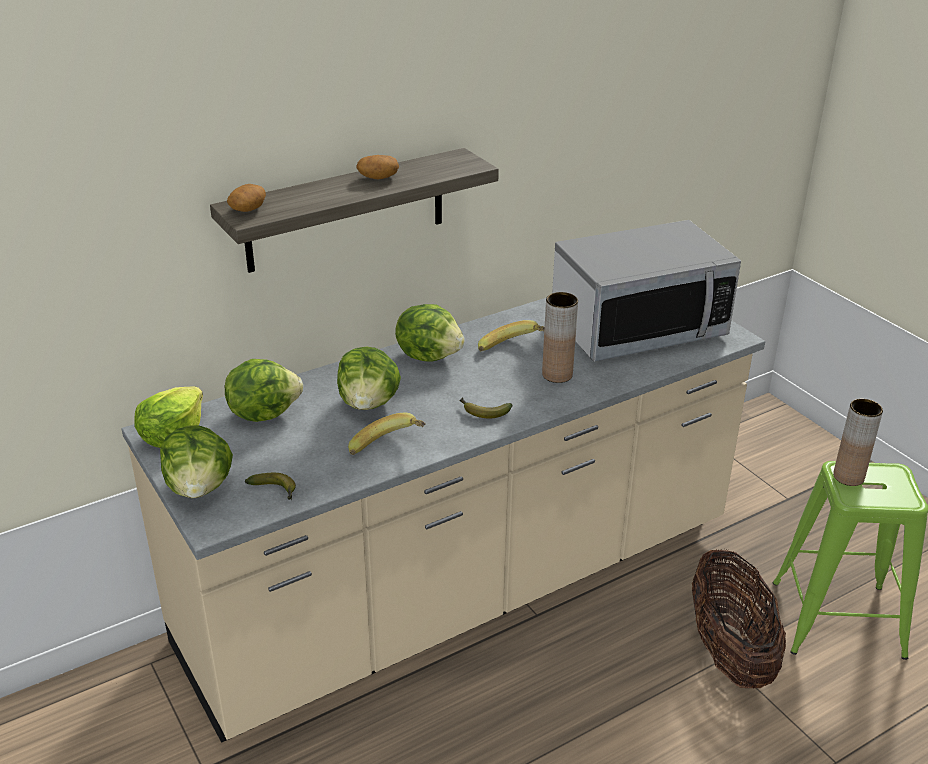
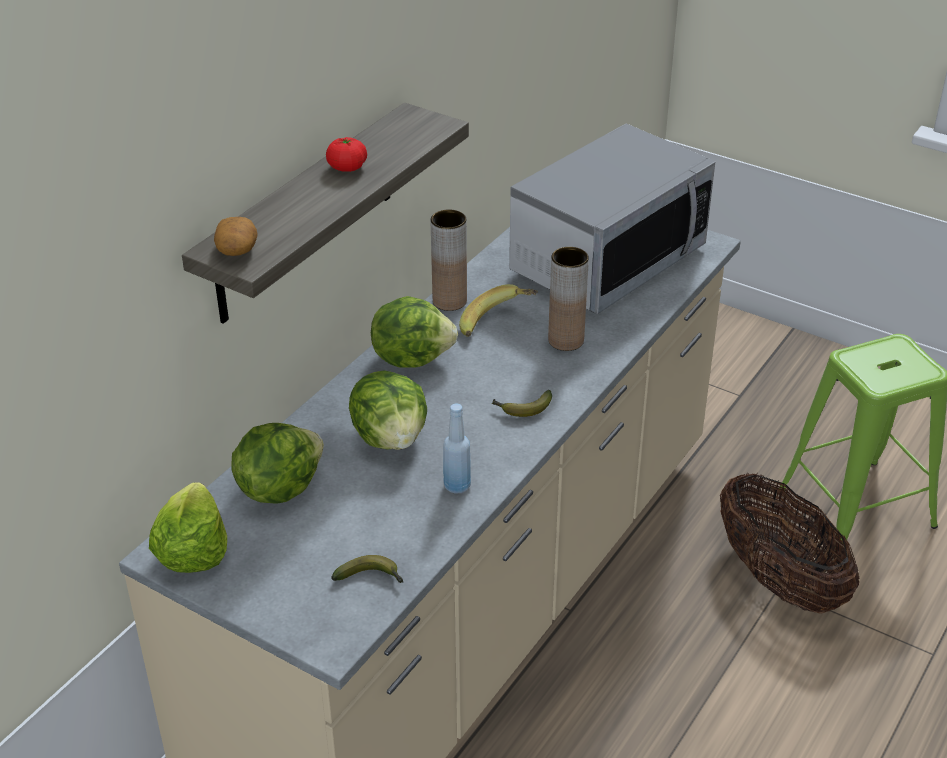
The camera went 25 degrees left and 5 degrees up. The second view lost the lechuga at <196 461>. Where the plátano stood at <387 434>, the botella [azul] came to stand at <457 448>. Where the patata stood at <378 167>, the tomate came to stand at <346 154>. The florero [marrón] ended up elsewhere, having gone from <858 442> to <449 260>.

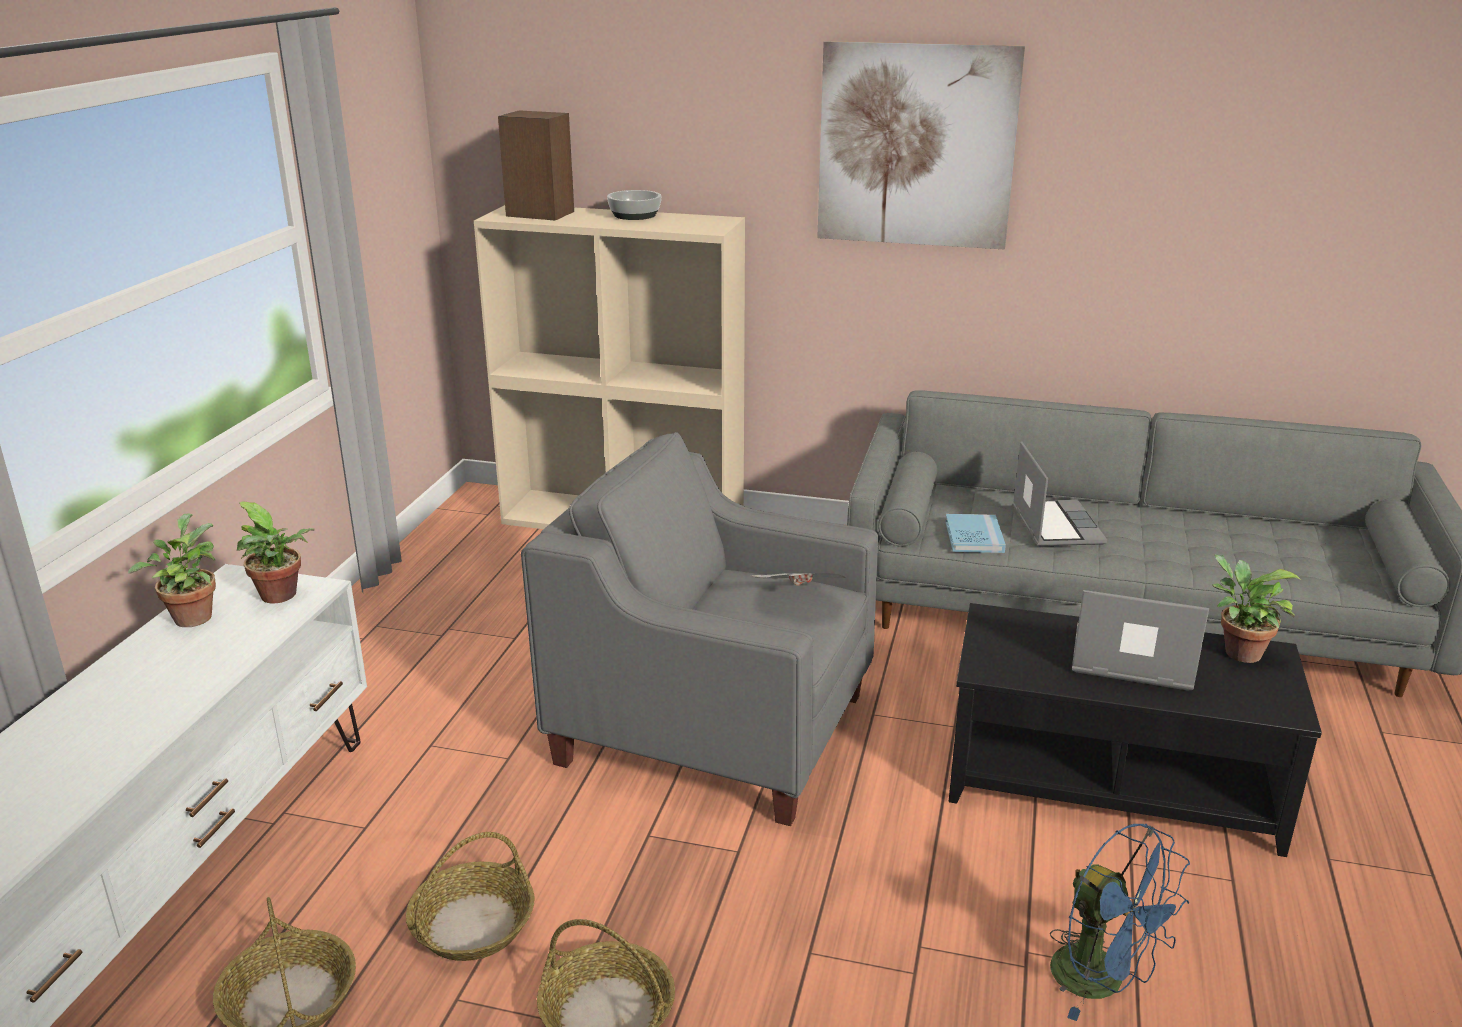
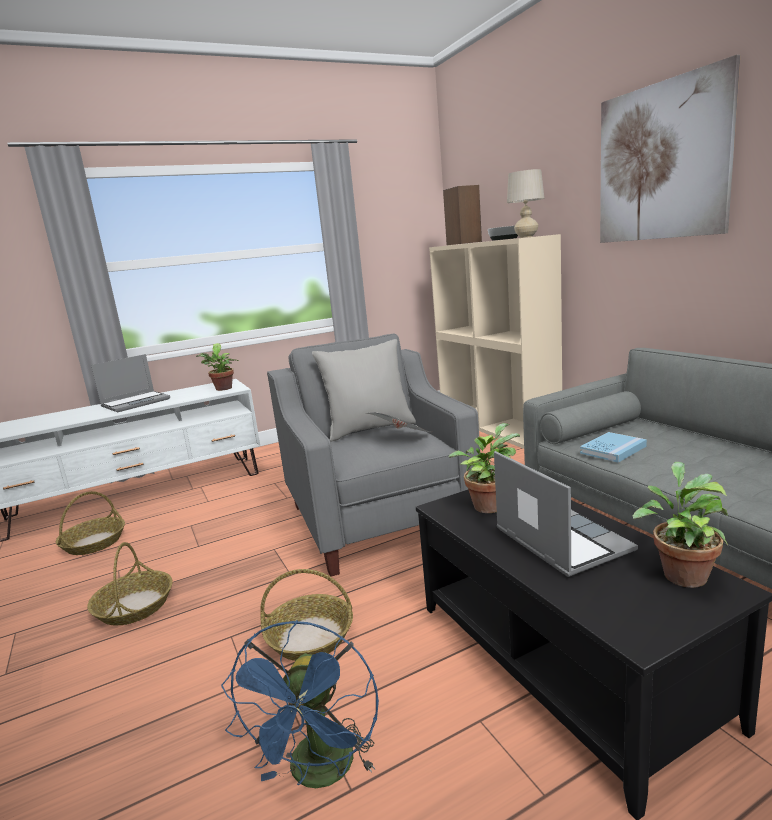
The camera went 50 degrees right and 10 degrees down. The planta en maceta ended up elsewhere, having gone from <172 570> to <484 468>. The cesta ended up elsewhere, having gone from <470 896> to <306 615>. The portátil ended up elsewhere, having gone from <1060 493> to <130 383>. The second view gained the cojín [gris] at <364 390>. The second view gained the lámpara de mesa [beis] at <525 203>.

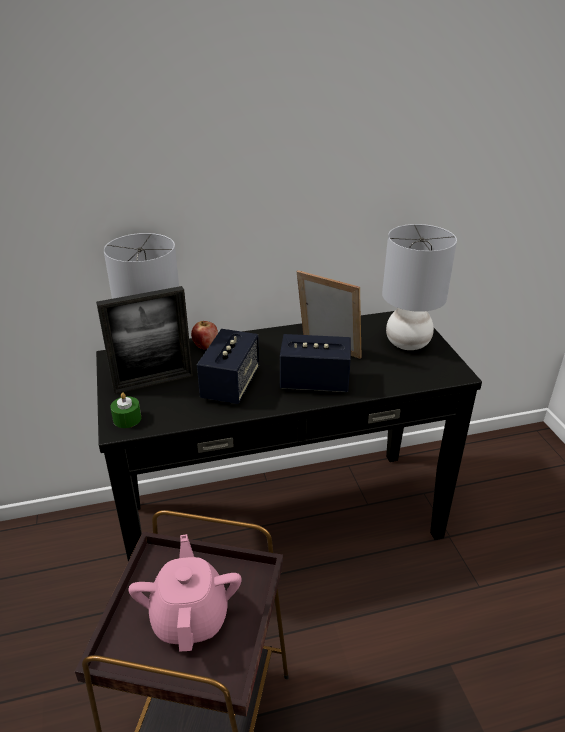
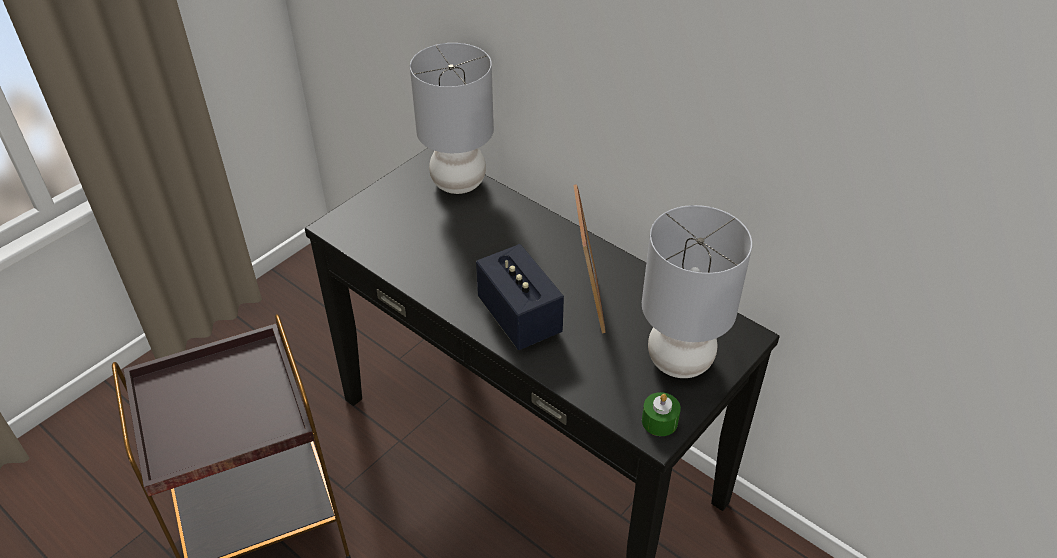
The camera went 55 degrees right and 10 degrees up. The second view lost the portarretratos at <144 340>. The vela [verde] ended up elsewhere, having gone from <125 410> to <661 414>. The second view lost the tetera [rosa] at <185 593>. The second view lost the manzana at <204 335>. The second view lost the altavoz at <228 366>.

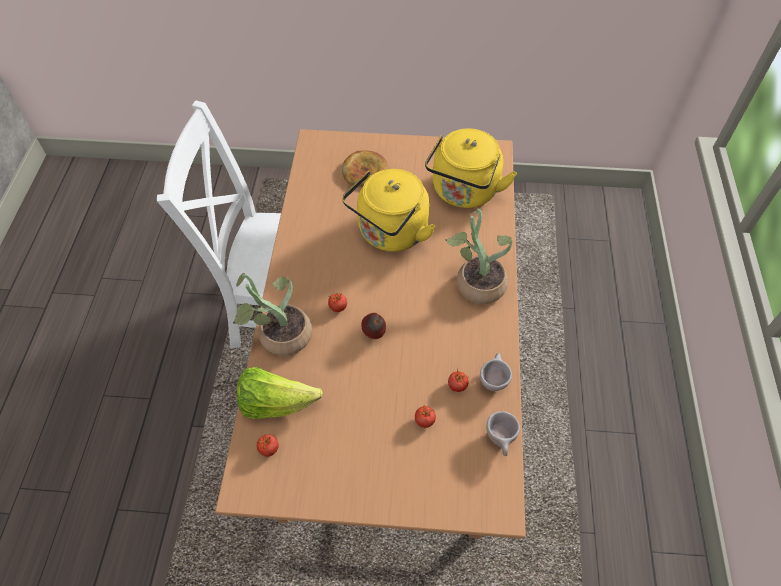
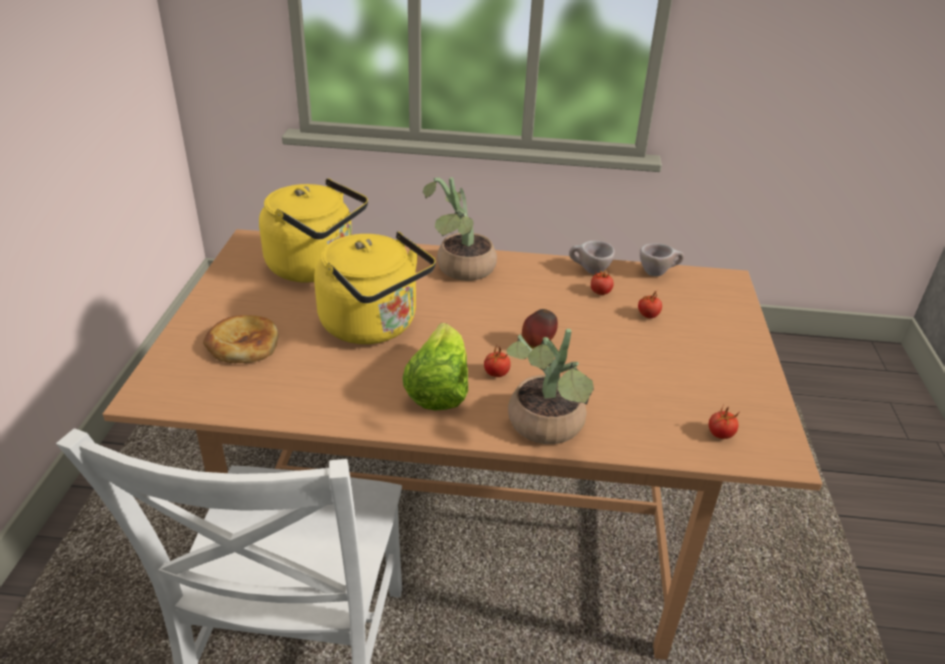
The camera went 90 degrees left and 20 degrees down. The lechuga ended up elsewhere, having gone from <280 393> to <435 367>.

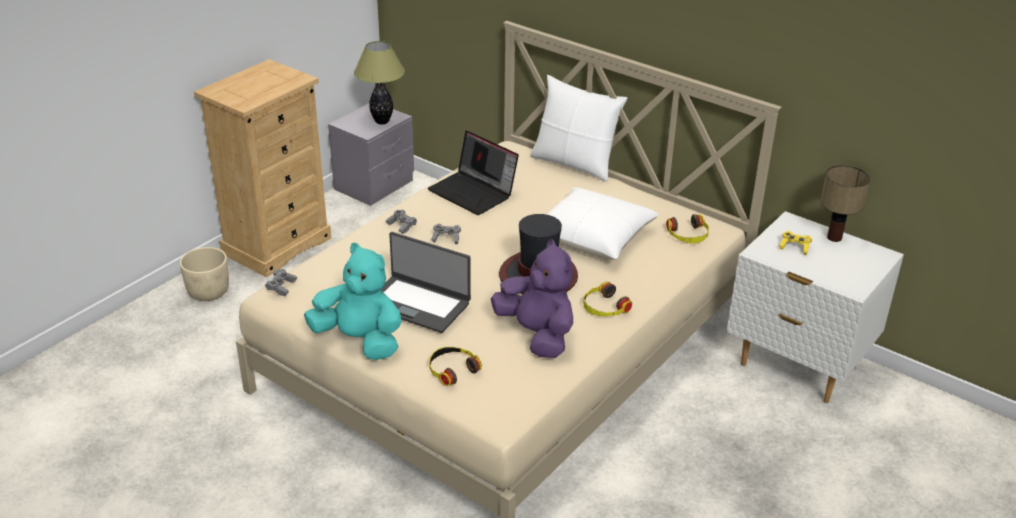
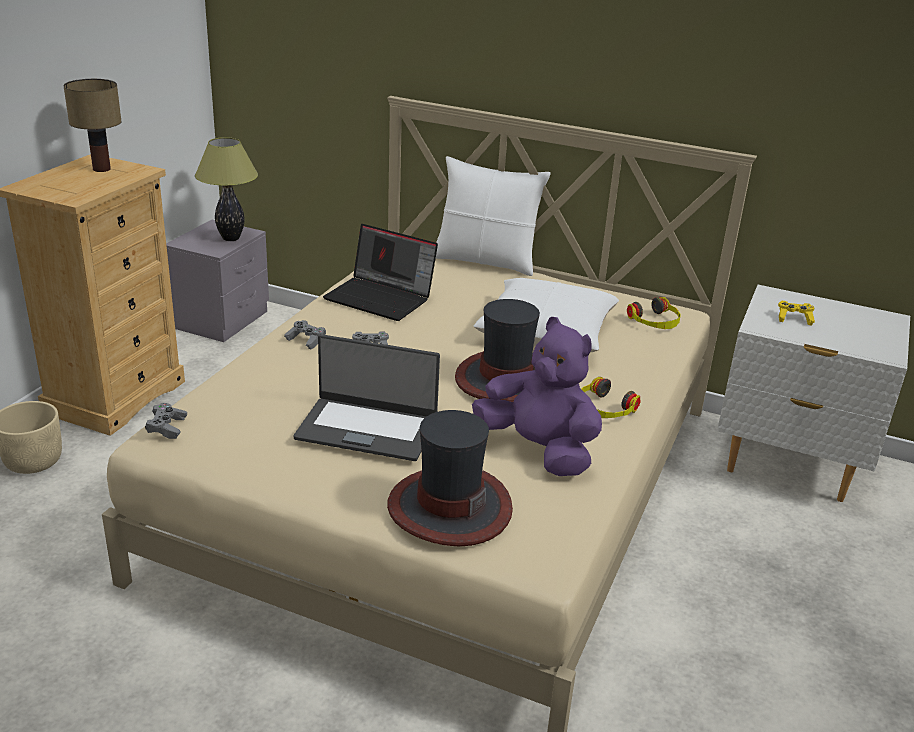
The camera went 15 degrees left and 5 degrees down. The second view lost the peluche [turquesa] at <352 301>. Where the auriculares stood at <455 366>, the sombrero came to stand at <450 478>. The lámpara de mesa ended up elsewhere, having gone from <845 203> to <92 125>.

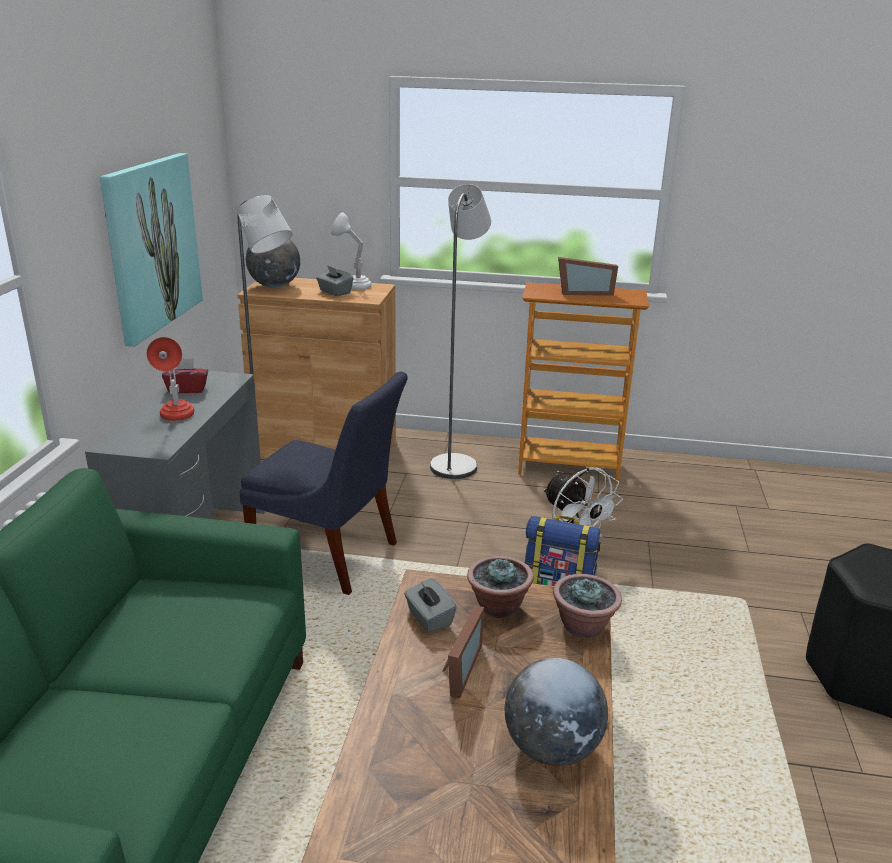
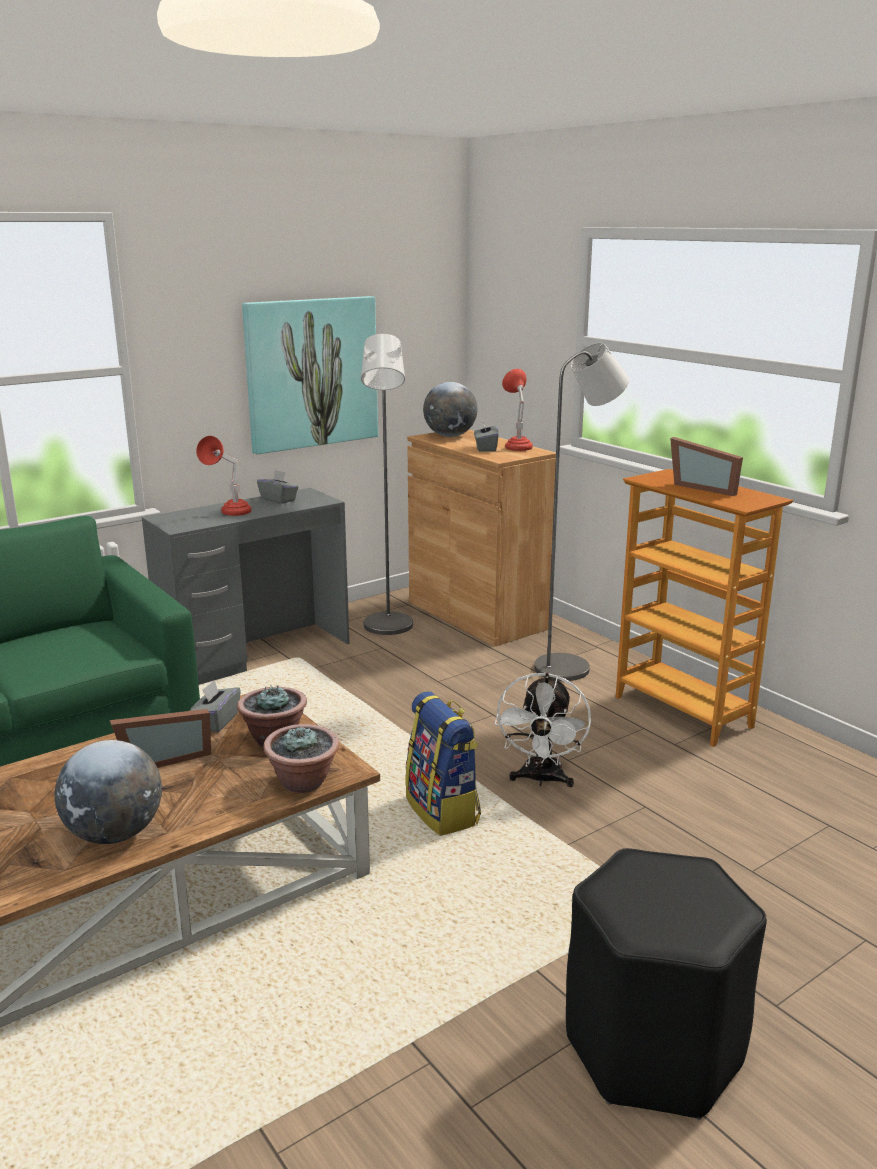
The camera went 45 degrees right and 5 degrees down. What was the caja de pañuelos [rojo] at <185 375> turned into the caja de pañuelos [gris] at <278 487>. The second view lost the silla [azul] at <324 483>. What was the lámpara de mesa [blanco] at <351 251> turned into the lámpara de mesa [rojo] at <517 410>.

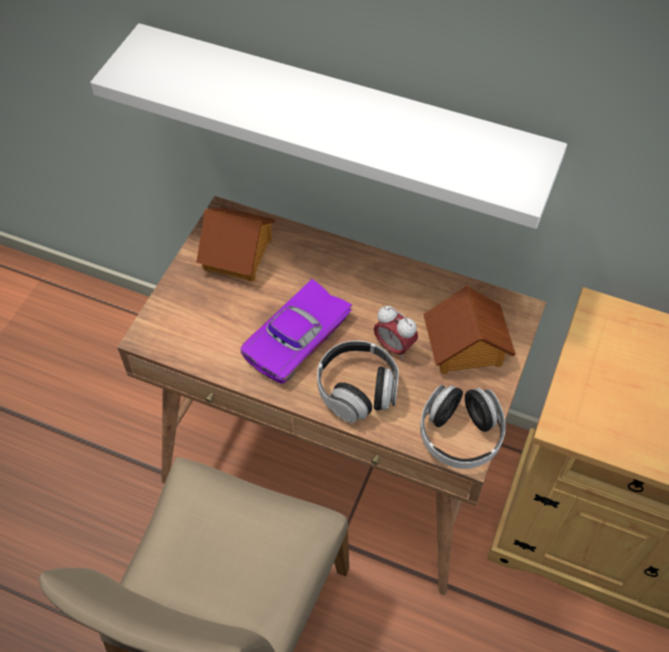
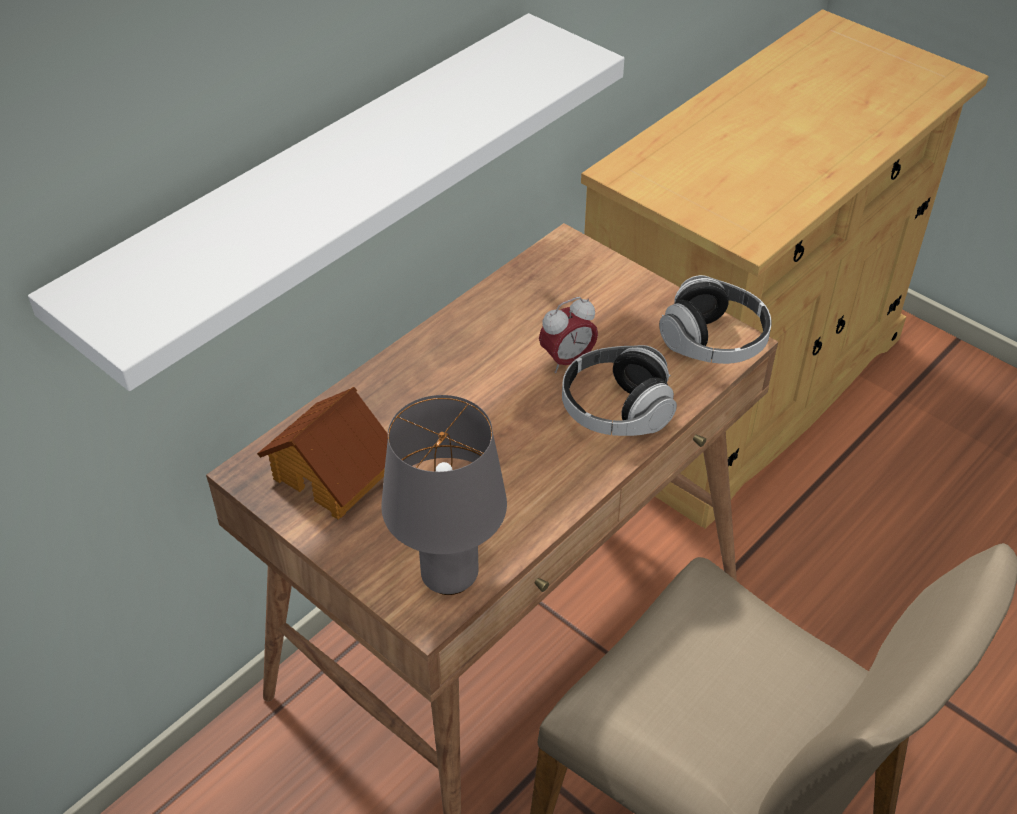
The camera went 70 degrees left and 10 degrees down. The second view lost the coche de juguete [morado] at <296 331>. The second view lost the casita at <469 329>. The second view gained the lámpara de mesa [gris] at <444 495>.

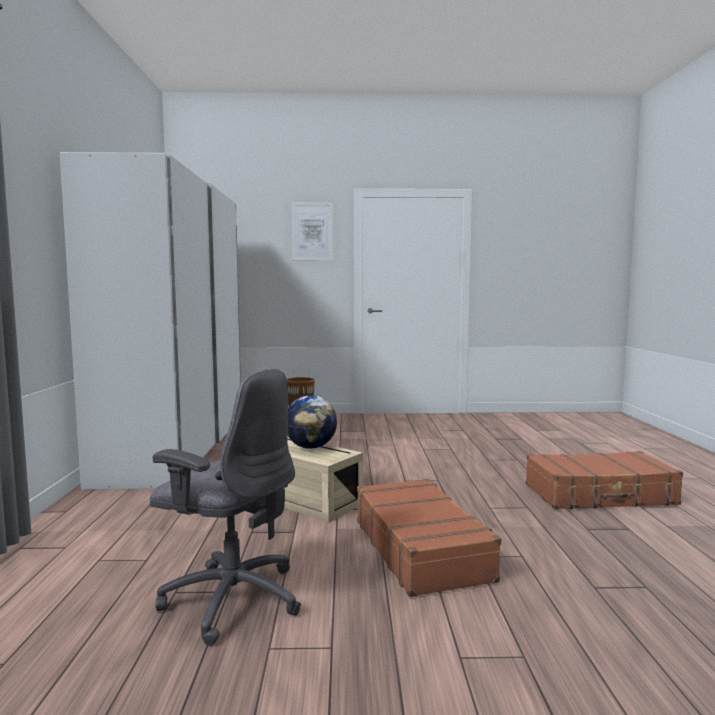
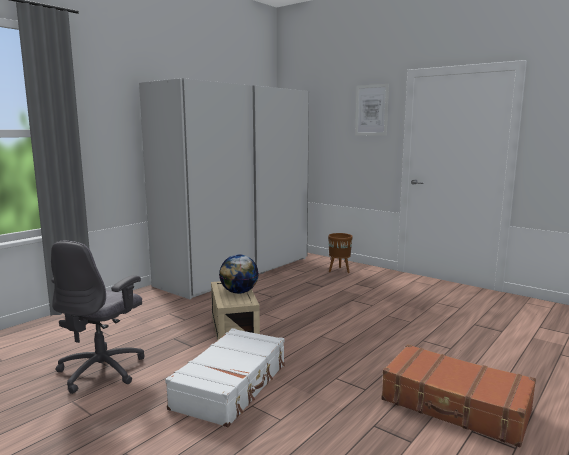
The camera went 40 degrees right and 5 degrees up. The silla de oficina [gris] at <225 507> ended up facing another way, 45 degrees clockwise from before. What was the maleta [marrón] at <429 538> turned into the maleta [blanco] at <225 377>.

